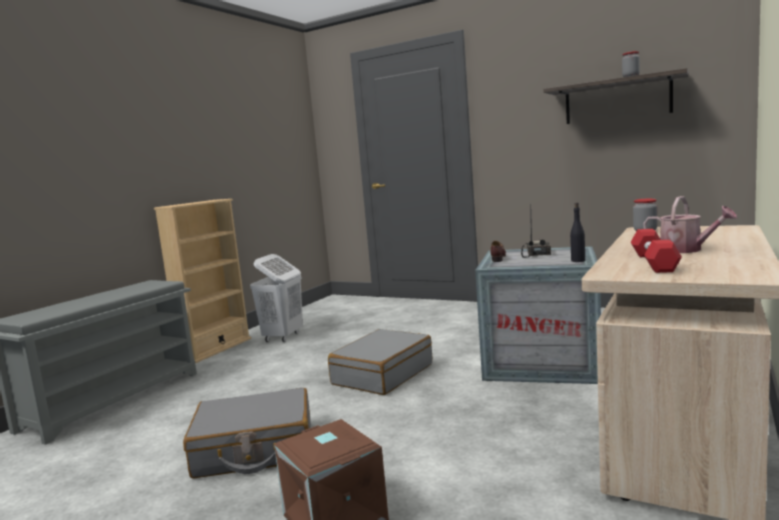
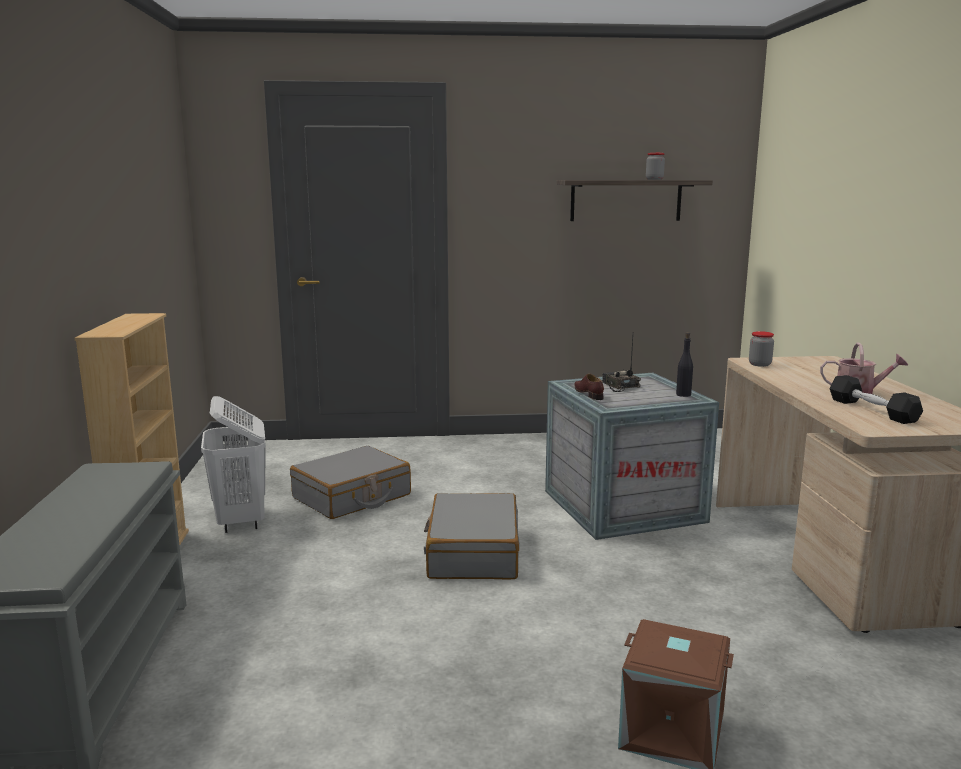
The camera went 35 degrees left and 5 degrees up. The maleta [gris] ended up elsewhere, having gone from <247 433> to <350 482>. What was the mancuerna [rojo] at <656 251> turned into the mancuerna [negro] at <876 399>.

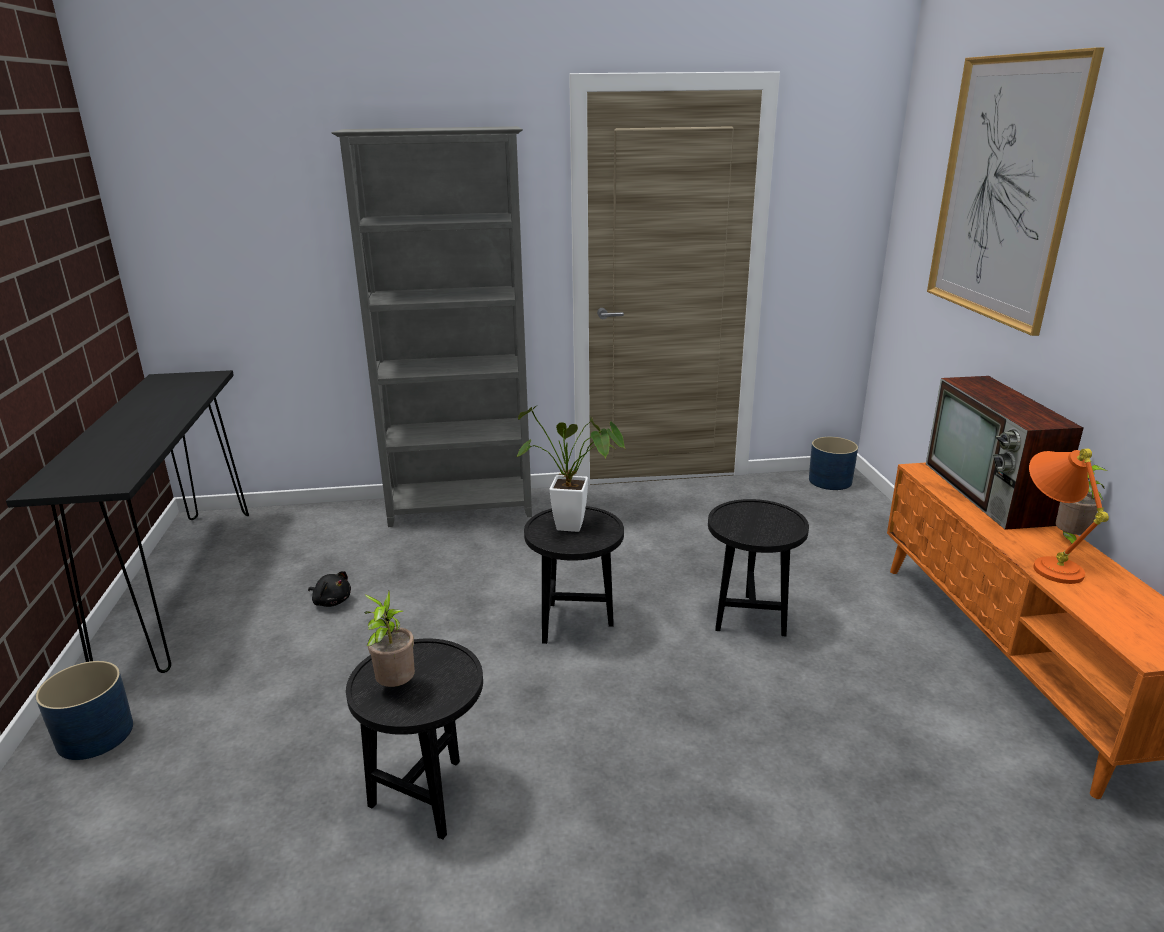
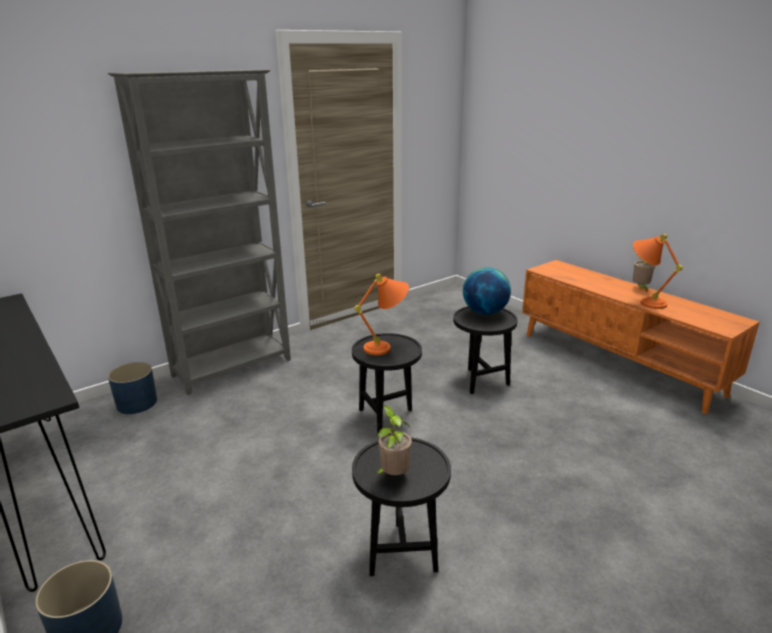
The camera went 30 degrees left and 0 degrees up. The second view lost the peluche [negro] at <329 589>. Where the planta en maceta stood at <570 469>, the lámpara de mesa [naranja] came to stand at <381 314>. The maceta [azul] ended up elsewhere, having gone from <833 463> to <132 388>. The second view lost the televisor at <1004 453>. The second view lost the cuadro at <1015 191>. The second view gained the globo terráqueo at <487 291>.

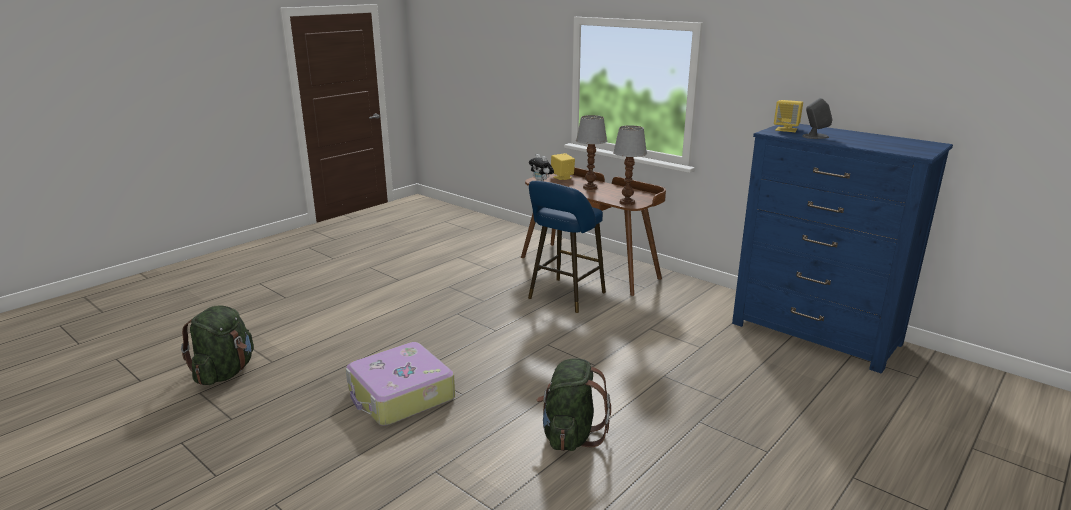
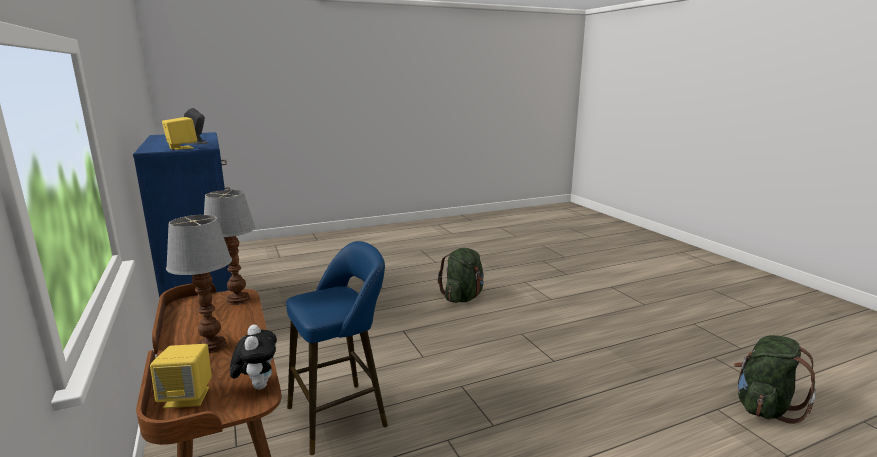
The camera went 155 degrees left and 5 degrees down. The second view lost the maleta at <400 384>.

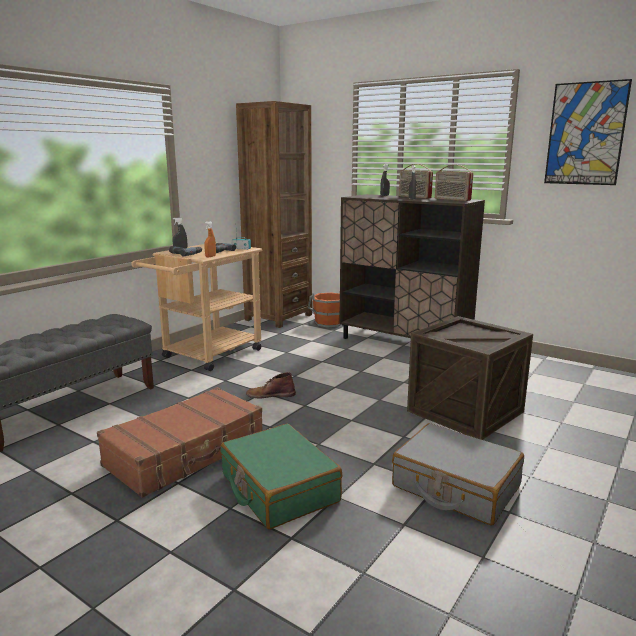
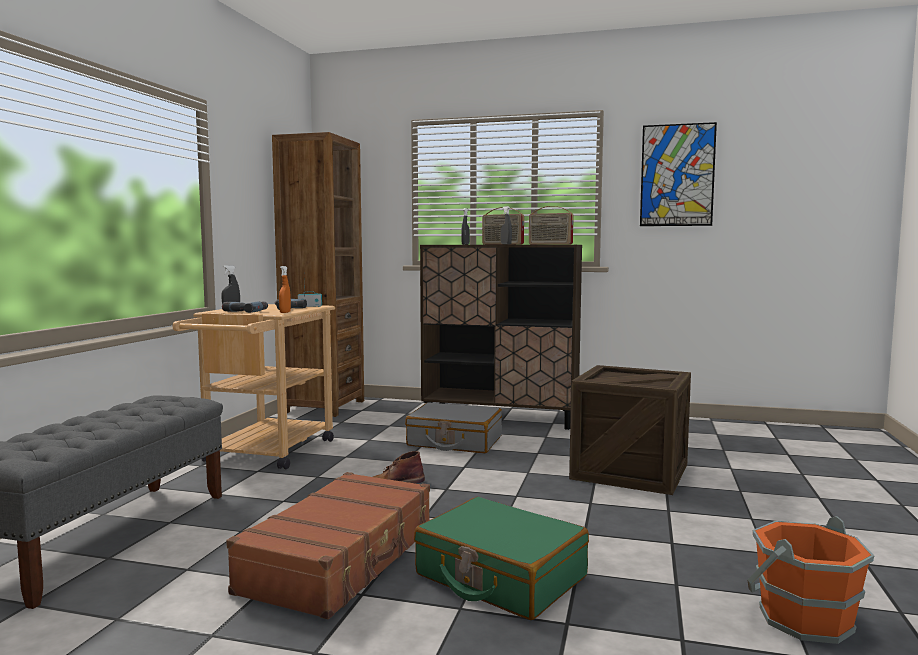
The camera went 20 degrees left and 10 degrees down. The cubo [naranja] ended up elsewhere, having gone from <325 309> to <811 580>. The maleta [gris] ended up elsewhere, having gone from <458 474> to <453 427>.

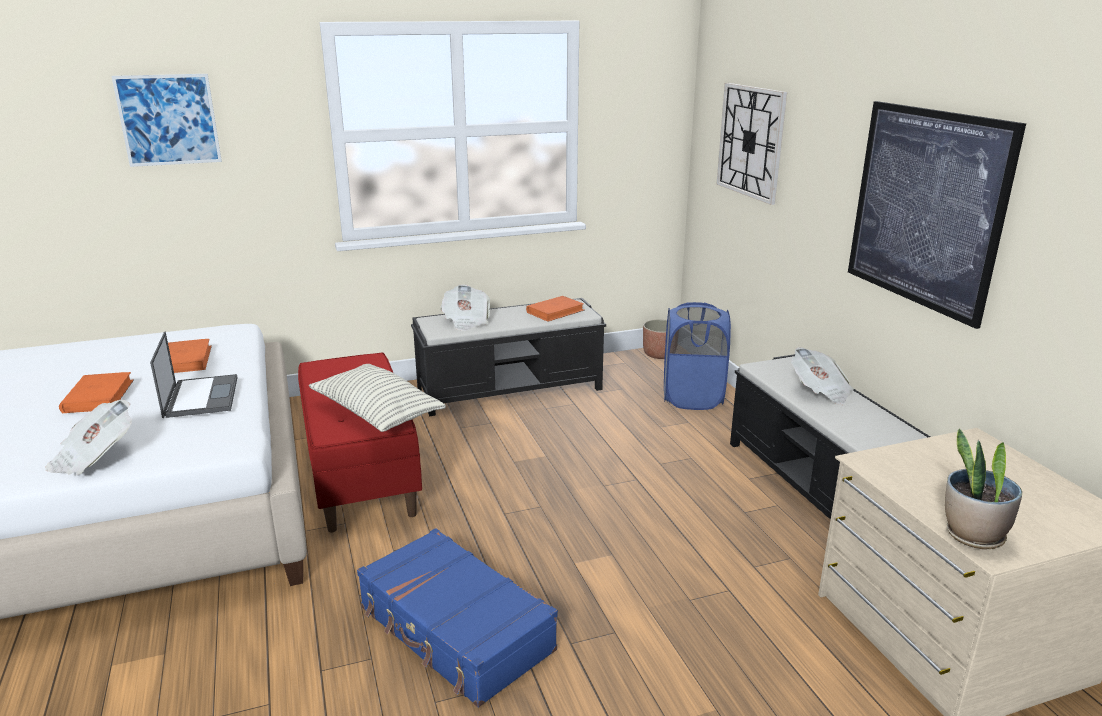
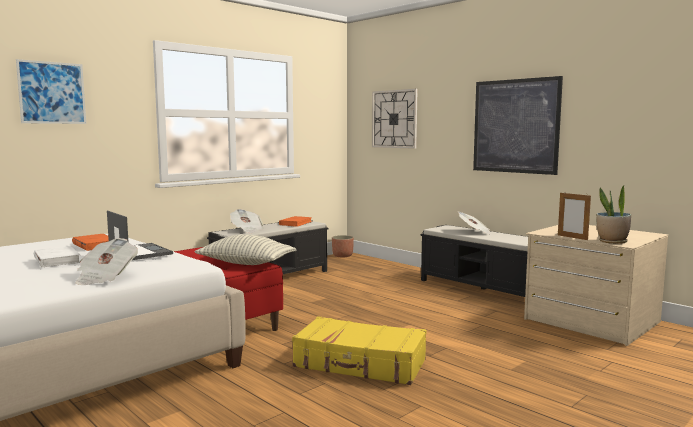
The camera went 25 degrees left and 15 degrees down. What was the libro [naranja] at <96 392> turned into the libro [blanco] at <57 256>. What was the maleta [azul] at <457 617> turned into the maleta [amarillo] at <359 350>. The second view lost the cesto de la ropa [azul] at <697 356>. The second view gained the portarretratos at <574 216>.

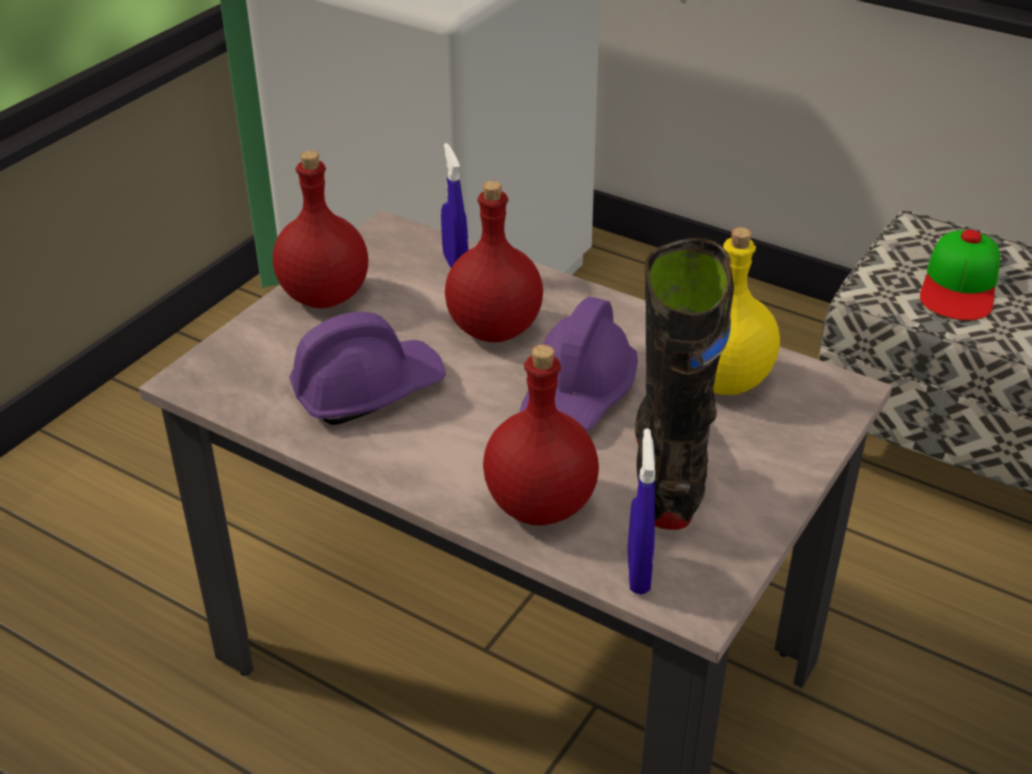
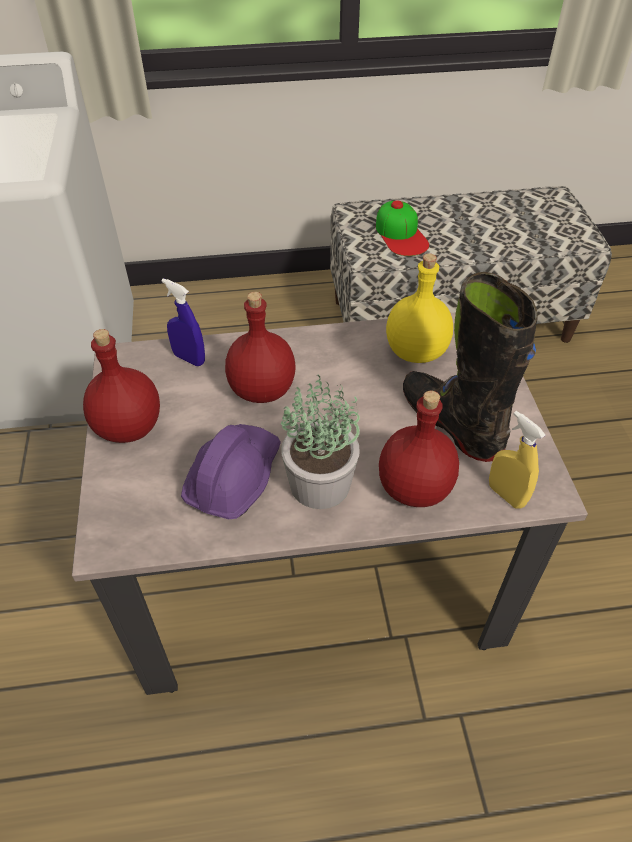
The camera went 40 degrees left and 10 degrees up. The second view lost the casco [morado] at <579 364>. What was the pulverizador [azul] at <641 511> turned into the pulverizador [amarillo] at <517 460>. The second view gained the planta en maceta at <320 442>.

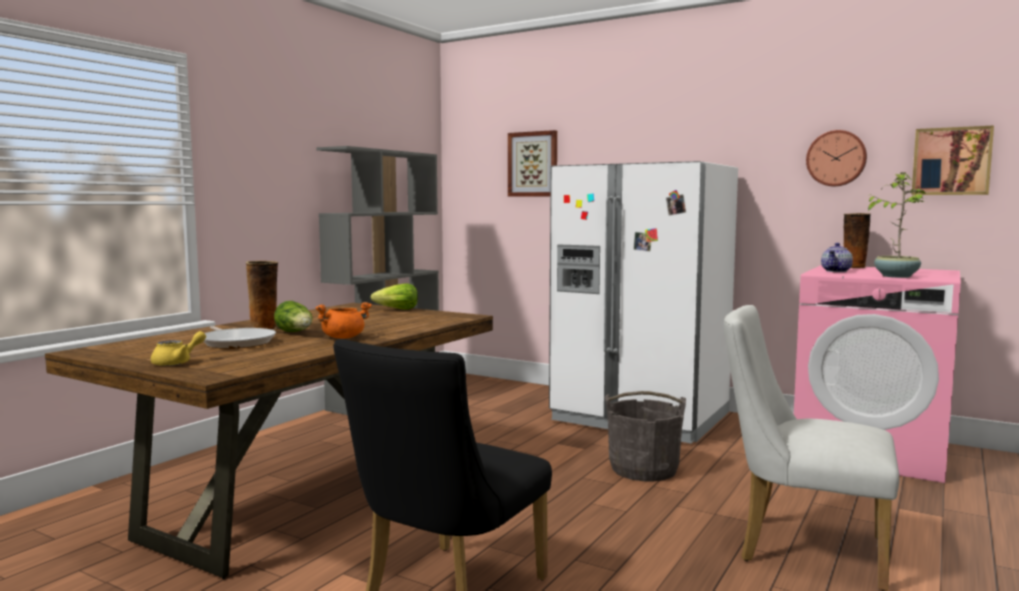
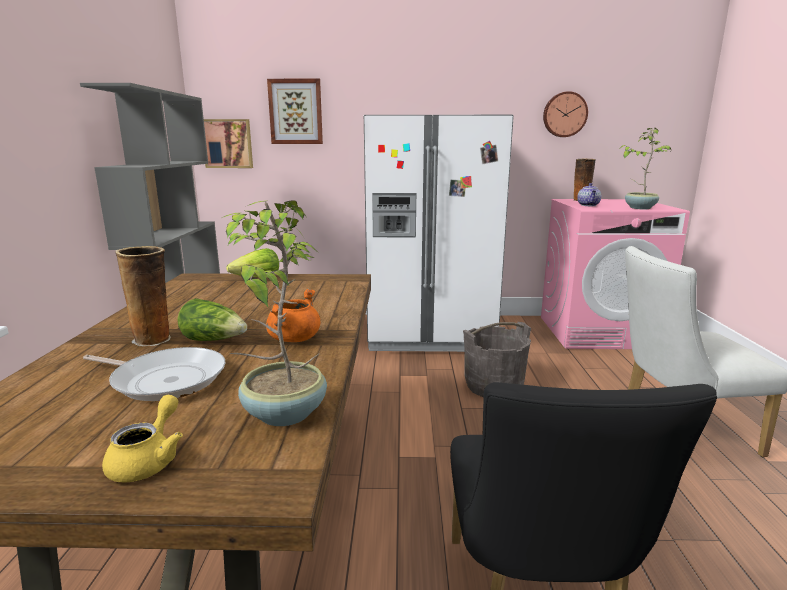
The camera went 30 degrees left and 10 degrees up. The cuadro ended up elsewhere, having gone from <952 160> to <228 143>. The second view gained the planta en maceta at <274 313>.

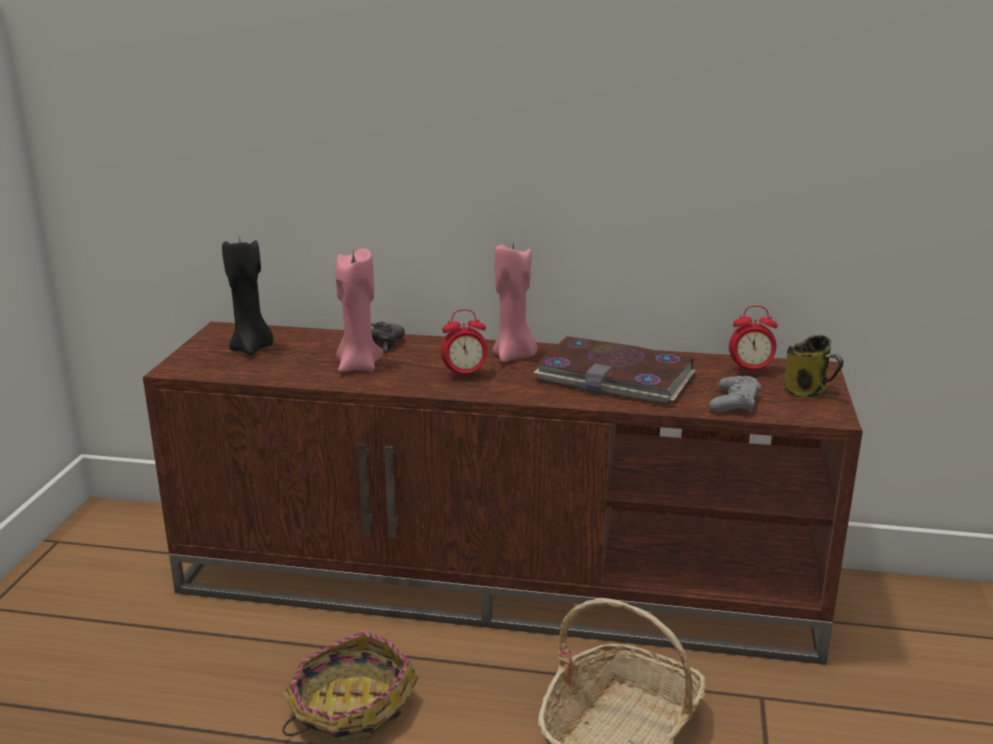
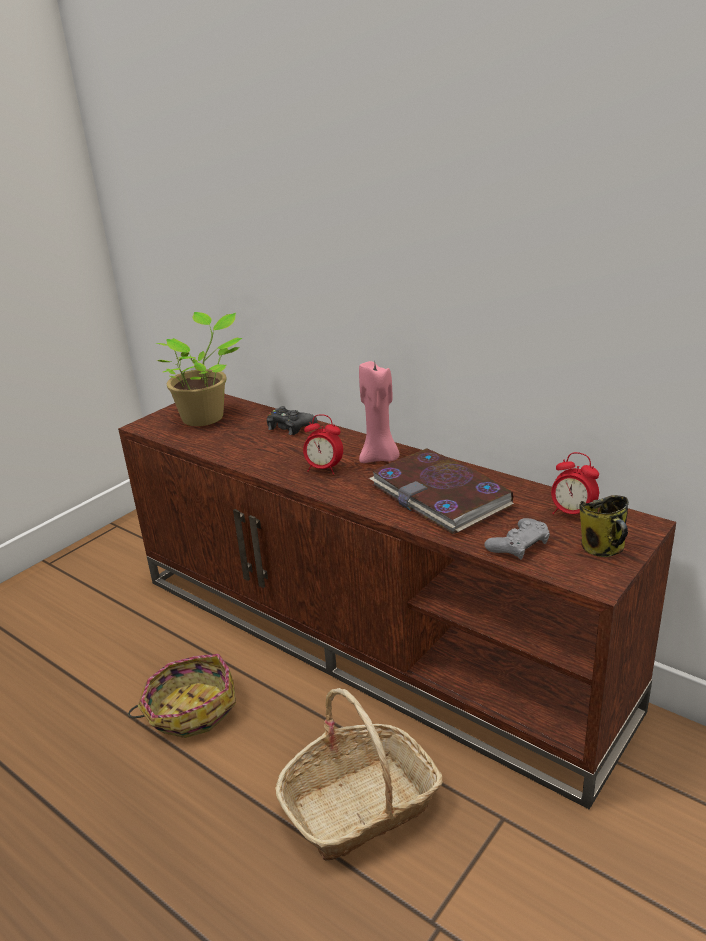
The camera went 30 degrees right and 5 degrees up. Where the vela [negro] stood at <247 295>, the planta en maceta came to stand at <199 369>. The second view lost the vela [rosa] at <359 310>.

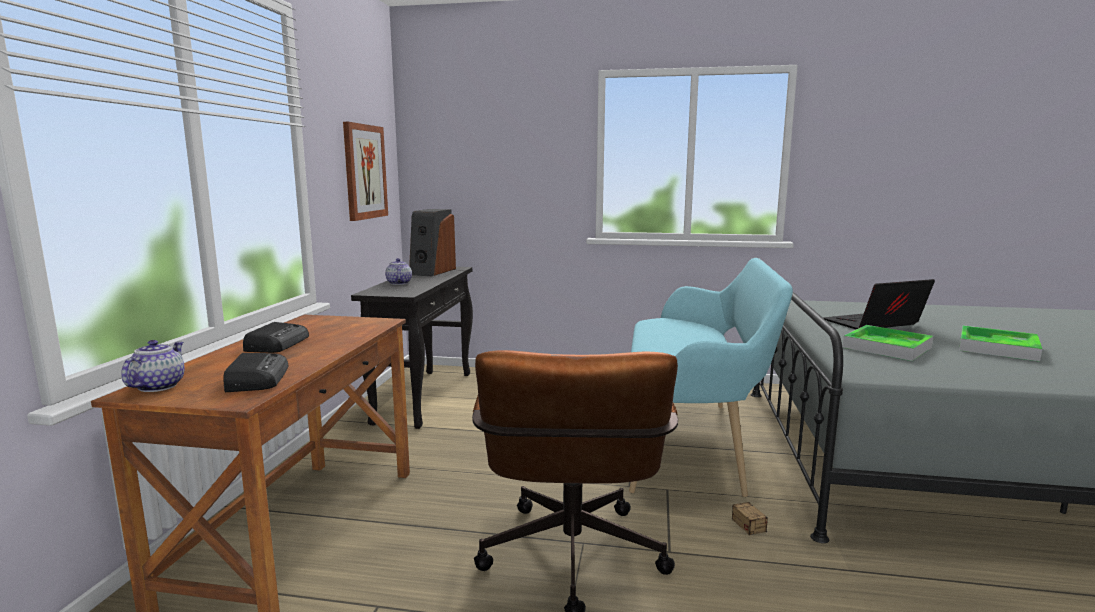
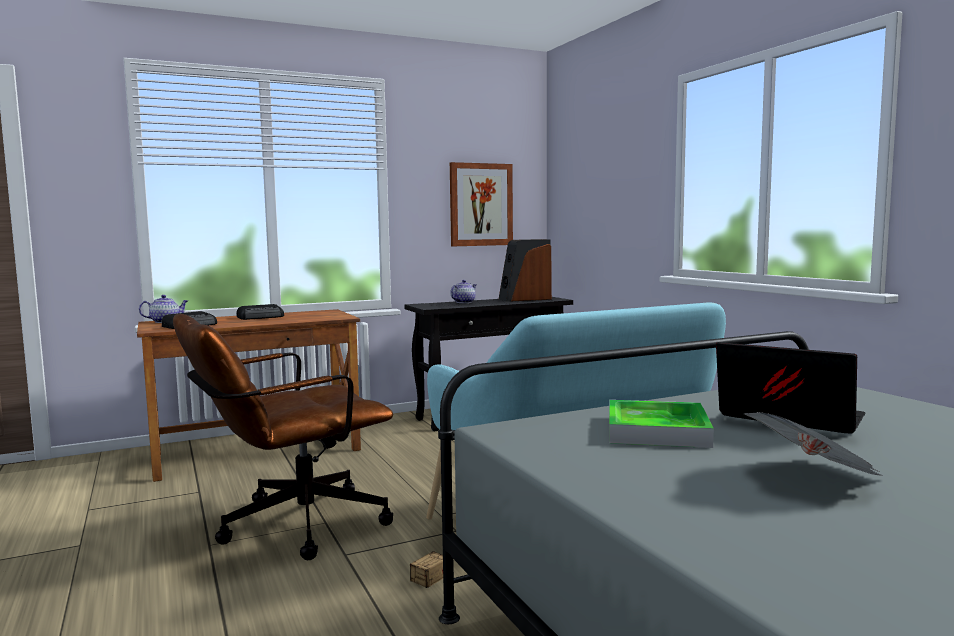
The camera went 55 degrees right and 5 degrees down. Where the bandeja stood at <1000 343>, the periódico came to stand at <813 444>.

